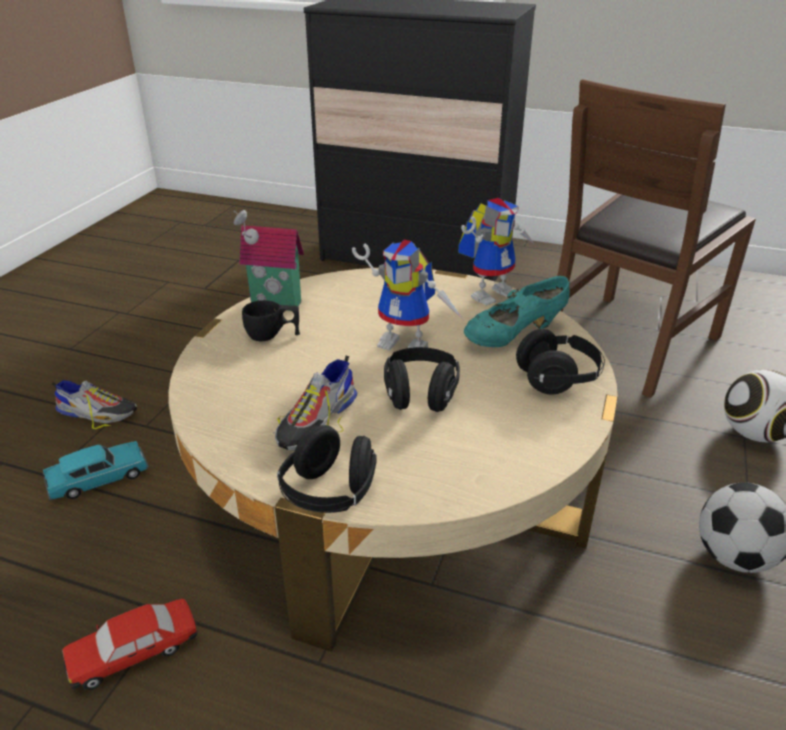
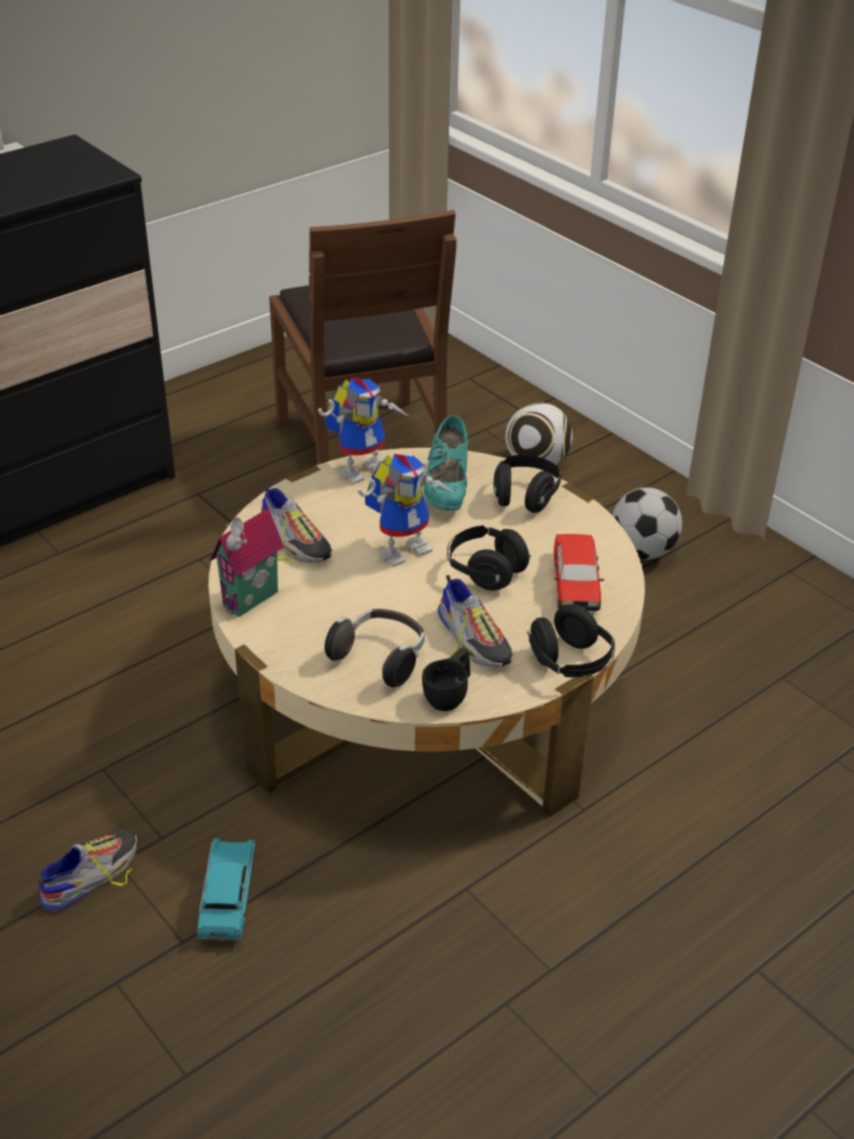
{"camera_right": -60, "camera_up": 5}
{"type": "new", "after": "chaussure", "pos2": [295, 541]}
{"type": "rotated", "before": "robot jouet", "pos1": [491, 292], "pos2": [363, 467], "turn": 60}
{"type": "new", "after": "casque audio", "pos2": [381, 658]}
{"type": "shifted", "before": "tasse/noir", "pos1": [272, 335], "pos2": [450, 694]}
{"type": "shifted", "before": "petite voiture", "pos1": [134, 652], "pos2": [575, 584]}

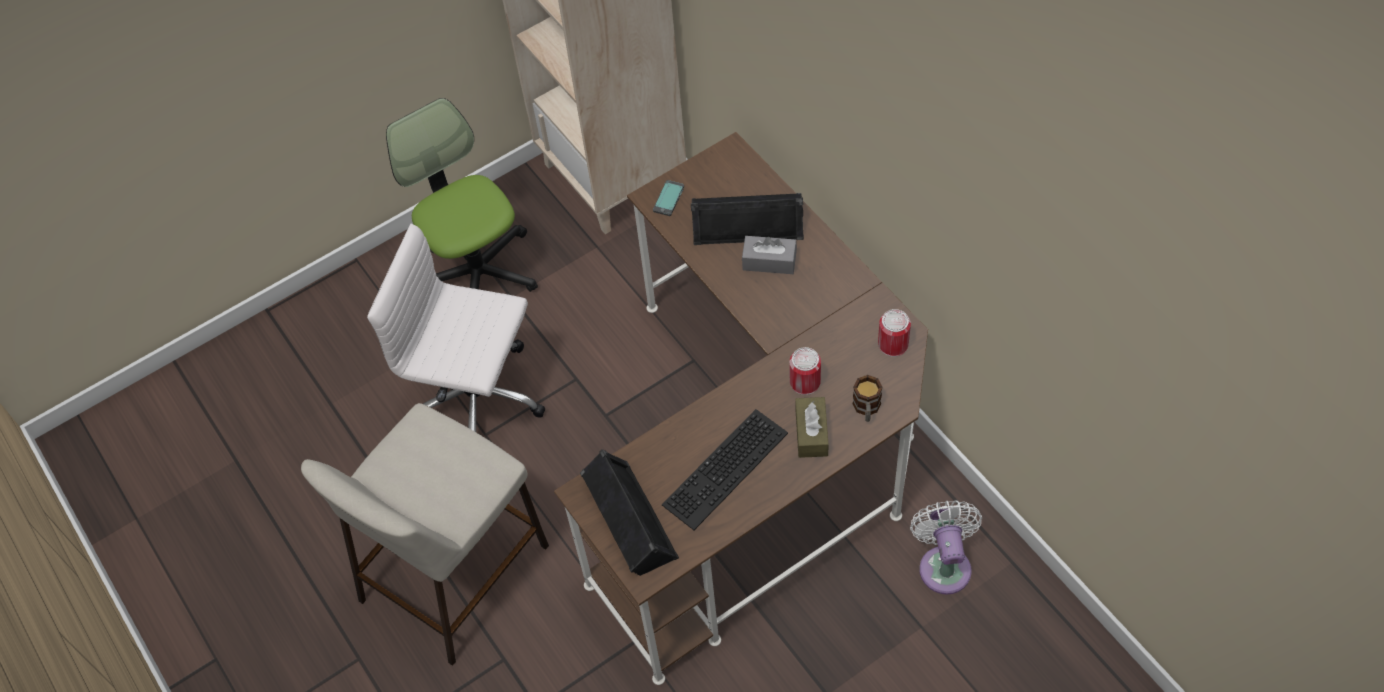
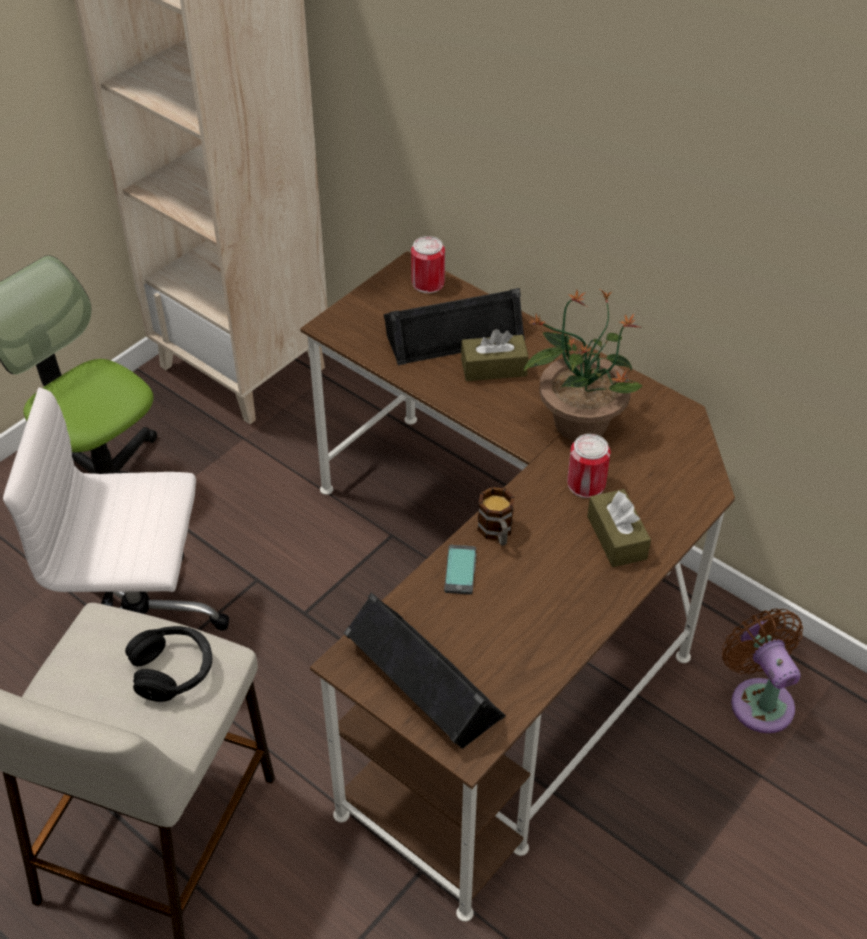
{"camera_right": -20, "camera_up": -10}
{"type": "new", "after": "casque audio/noir", "pos2": [173, 670]}
{"type": "shifted", "before": "boîte métallique", "pos1": [893, 344], "pos2": [428, 283]}
{"type": "shifted", "before": "téléphone", "pos1": [669, 199], "pos2": [460, 570]}
{"type": "repainted", "before": "boîte à mouchoirs/gris", "after": "boîte à mouchoirs/marron", "pos1": [769, 261], "pos2": [494, 368]}
{"type": "shifted", "before": "mug", "pos1": [866, 409], "pos2": [497, 533]}
{"type": "new", "after": "plante en pot", "pos2": [579, 421]}
{"type": "repainted", "before": "ventilateur/blanc", "after": "ventilateur/marron", "pos1": [944, 564], "pos2": [758, 699]}
{"type": "gone", "before": "clavier", "pos1": [726, 471]}

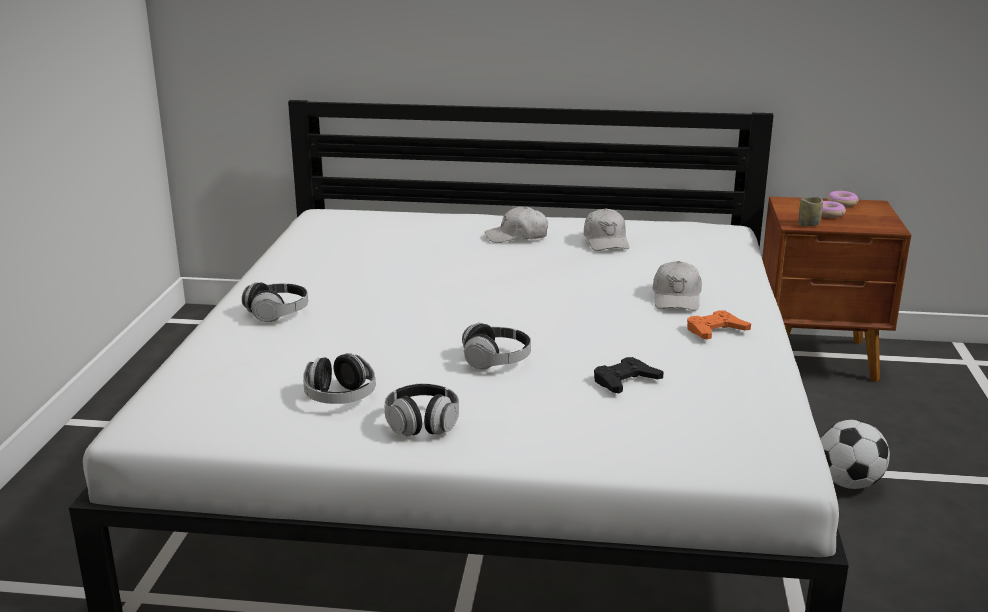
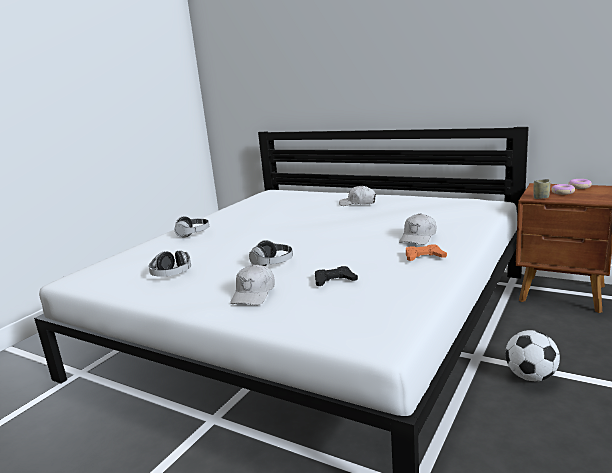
{"camera_right": 25, "camera_up": -5}
{"type": "shifted", "before": "casquette/blanc", "pos1": [606, 241], "pos2": [254, 294]}
{"type": "gone", "before": "casque audio", "pos1": [422, 424]}

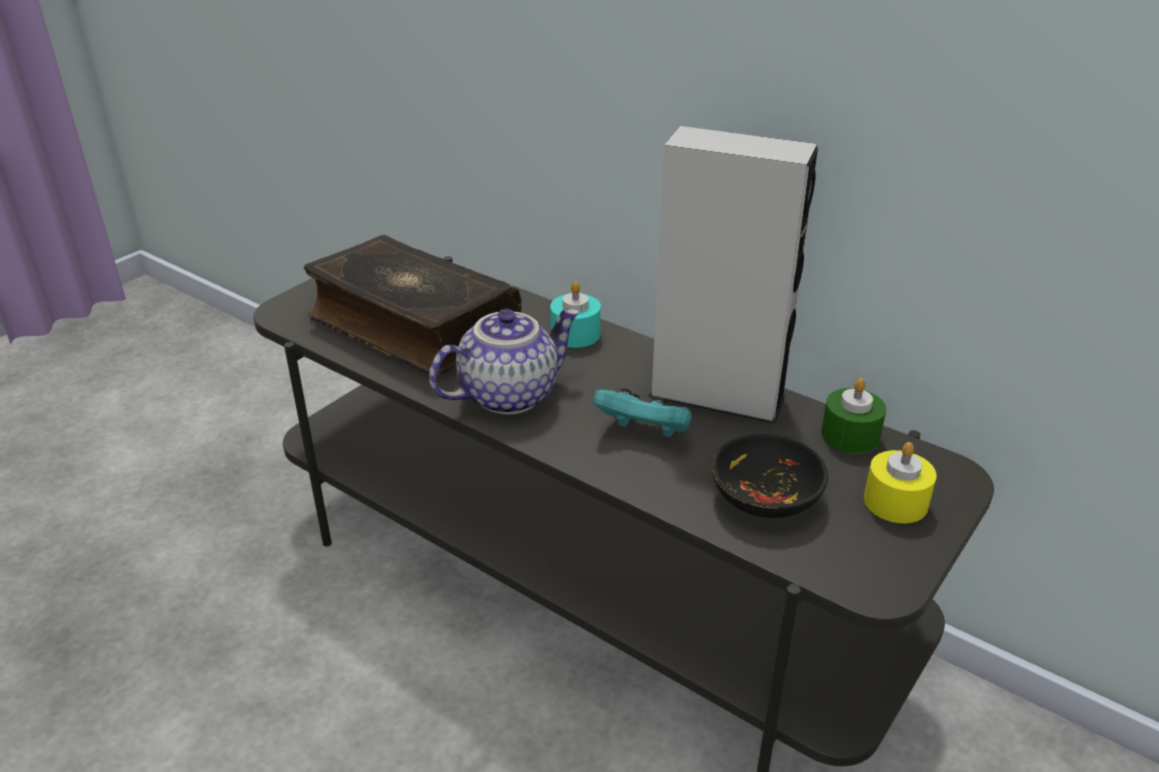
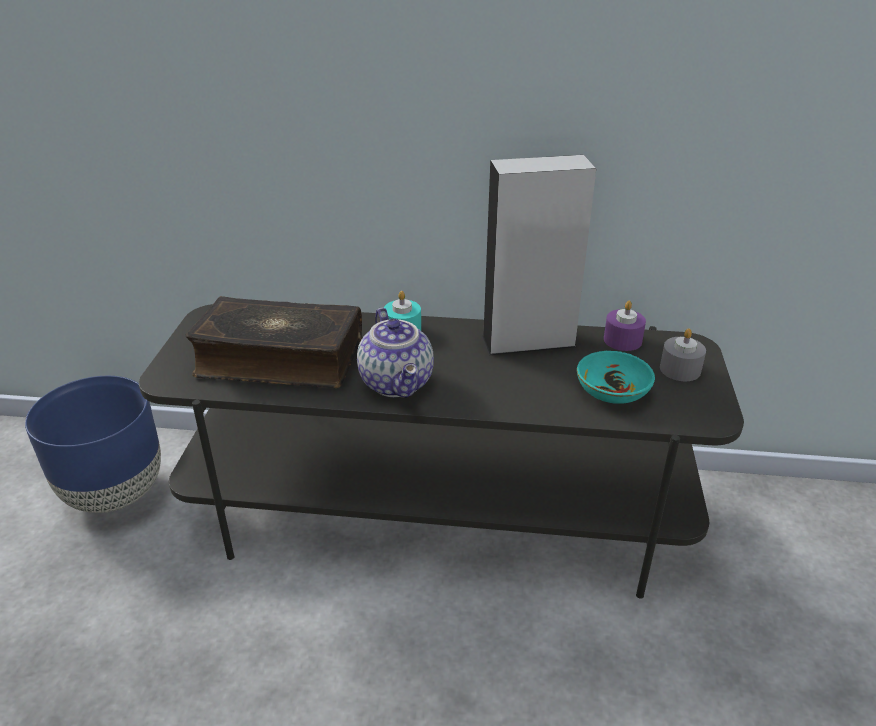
{"camera_right": -30, "camera_up": 0}
{"type": "new", "after": "cache-pot/bleu", "pos2": [114, 493]}
{"type": "rotated", "before": "théière", "pos1": [508, 394], "pos2": [398, 383], "turn": 135}
{"type": "repainted", "before": "bol/noir", "after": "bol/turquoise", "pos1": [764, 495], "pos2": [611, 391]}
{"type": "repainted", "before": "bougie/vert", "after": "bougie/violet", "pos1": [850, 435], "pos2": [622, 340]}
{"type": "repainted", "before": "bougie/jaune", "after": "bougie/gris", "pos1": [895, 502], "pos2": [680, 369]}
{"type": "gone", "before": "manette/turquoise", "pos1": [644, 433]}

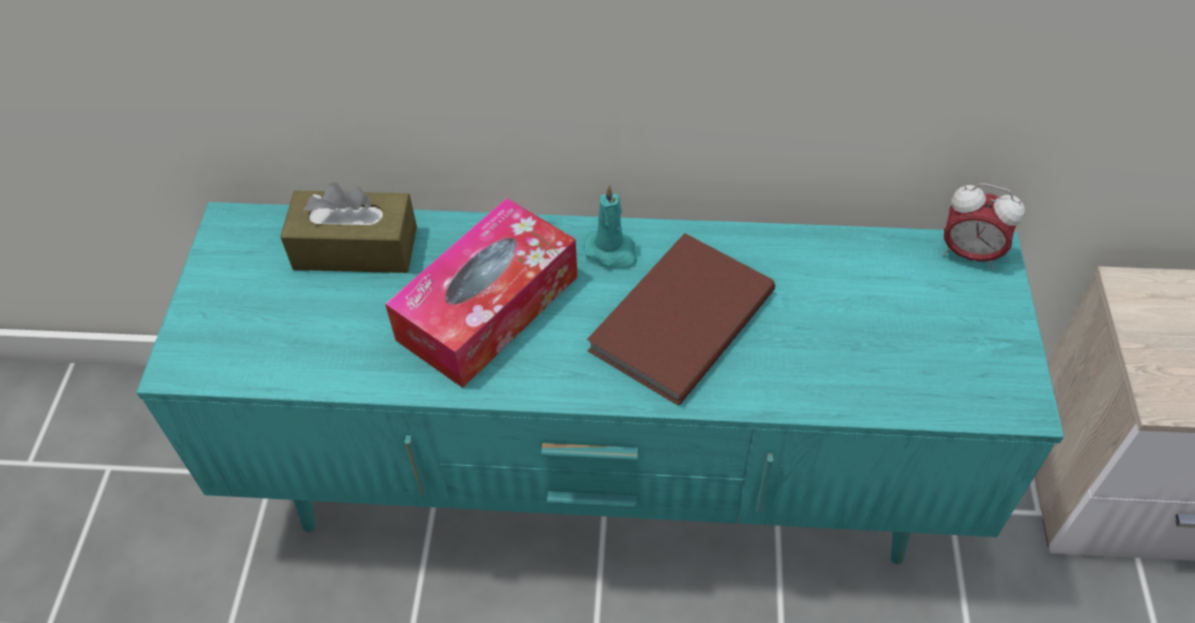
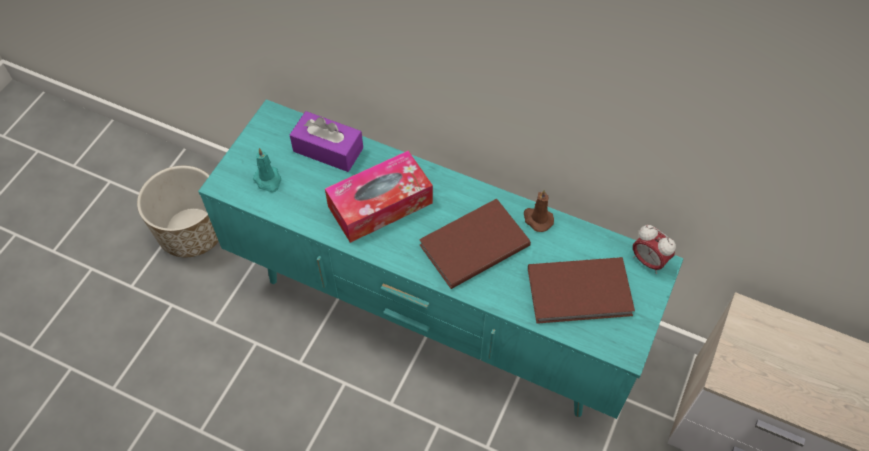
{"camera_right": 20, "camera_up": 5}
{"type": "new", "after": "cache-pot", "pos2": [192, 232]}
{"type": "shifted", "before": "bougie/turquoise", "pos1": [612, 251], "pos2": [268, 180]}
{"type": "repainted", "before": "boîte à mouchoirs/marron", "after": "boîte à mouchoirs/violet", "pos1": [355, 248], "pos2": [328, 149]}
{"type": "new", "after": "bougie/marron", "pos2": [537, 219]}
{"type": "new", "after": "livre/marron", "pos2": [581, 294]}

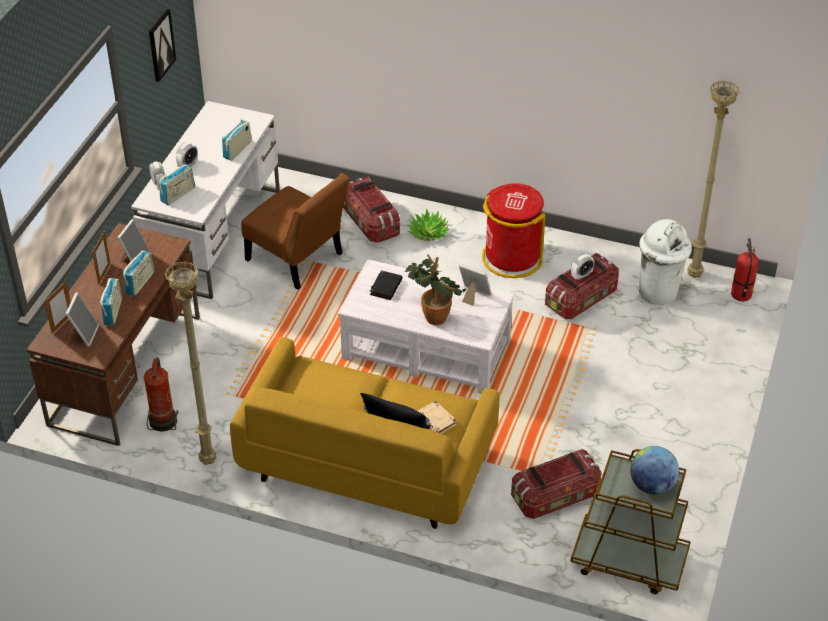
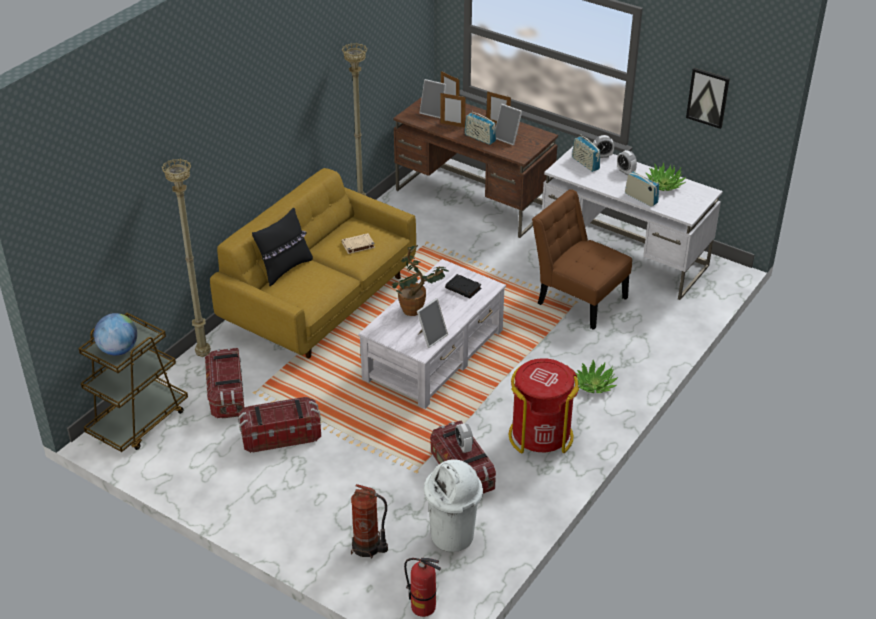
{"camera_right": 105, "camera_up": -5}
{"type": "shifted", "before": "lampadaire/beige", "pos1": [693, 275], "pos2": [204, 354]}
{"type": "shifted", "before": "boîte de rangement", "pos1": [370, 222], "pos2": [281, 436]}
{"type": "shifted", "before": "livre/beige", "pos1": [436, 420], "pos2": [358, 245]}
{"type": "shifted", "before": "extincteur", "pos1": [164, 420], "pos2": [368, 547]}
{"type": "swapped", "before": "radio", "after": "cadre photo", "pos1": [113, 311], "pos2": [452, 125]}
{"type": "rotated", "before": "chaise/marron", "pos1": [298, 259], "pos2": [578, 298], "turn": 75}
{"type": "new", "after": "plante en pot", "pos2": [664, 185]}

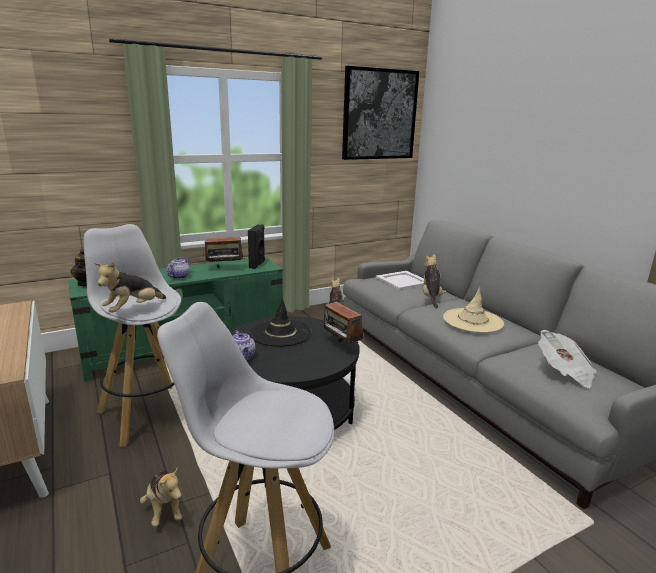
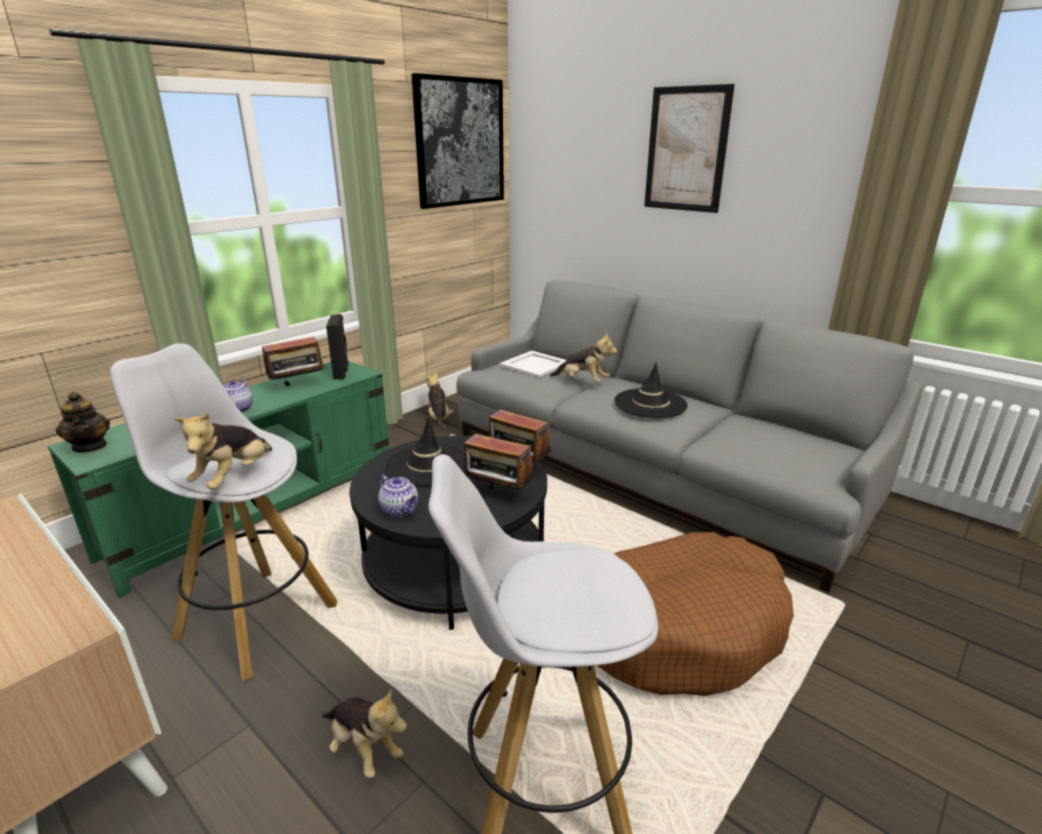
{"camera_right": -20, "camera_up": 5}
{"type": "new", "after": "radio", "pos2": [498, 494]}
{"type": "rotated", "before": "peluche", "pos1": [431, 297], "pos2": [582, 381], "turn": 135}
{"type": "new", "after": "panier pour chien/marron", "pos2": [676, 627]}
{"type": "repainted", "before": "chapeau/beige", "after": "chapeau/noir", "pos1": [472, 321], "pos2": [650, 403]}
{"type": "new", "after": "tableau", "pos2": [686, 150]}
{"type": "gone", "before": "journal", "pos1": [564, 372]}

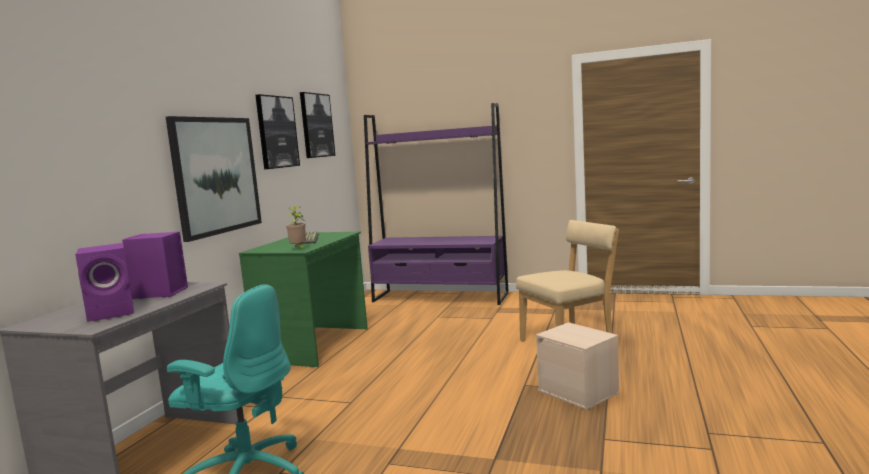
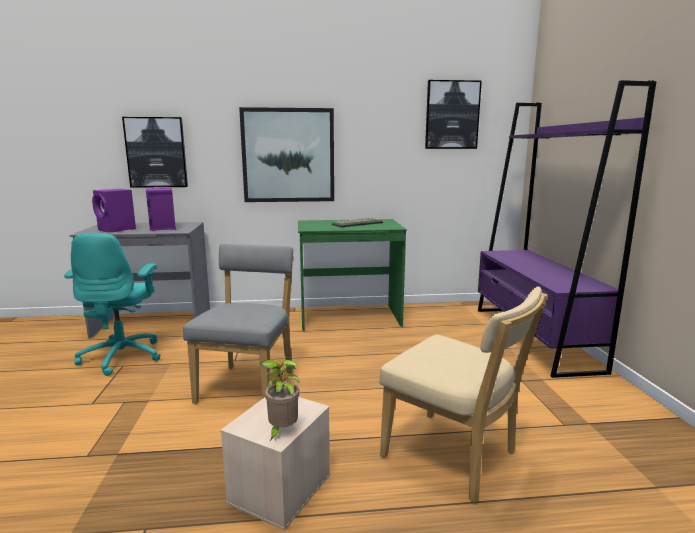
{"camera_right": 65, "camera_up": 5}
{"type": "shifted", "before": "tableau", "pos1": [276, 132], "pos2": [156, 152]}
{"type": "new", "after": "chaise/gris", "pos2": [249, 384]}
{"type": "shifted", "before": "plante en pot", "pos1": [298, 249], "pos2": [281, 431]}

